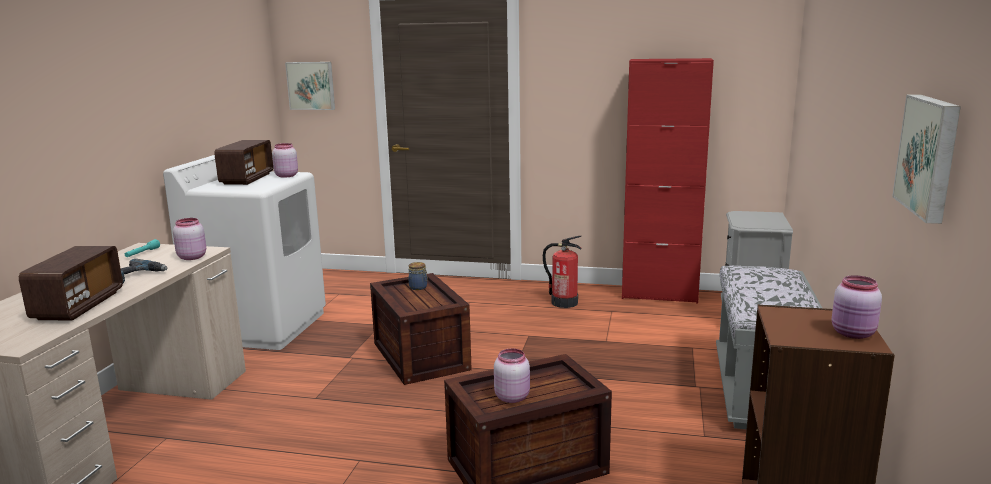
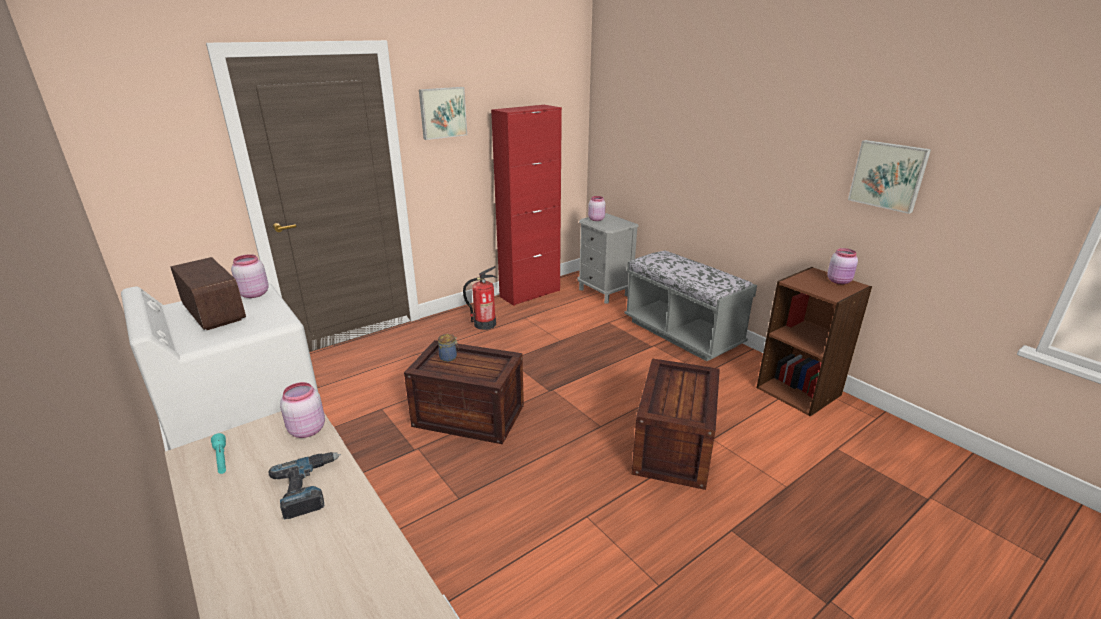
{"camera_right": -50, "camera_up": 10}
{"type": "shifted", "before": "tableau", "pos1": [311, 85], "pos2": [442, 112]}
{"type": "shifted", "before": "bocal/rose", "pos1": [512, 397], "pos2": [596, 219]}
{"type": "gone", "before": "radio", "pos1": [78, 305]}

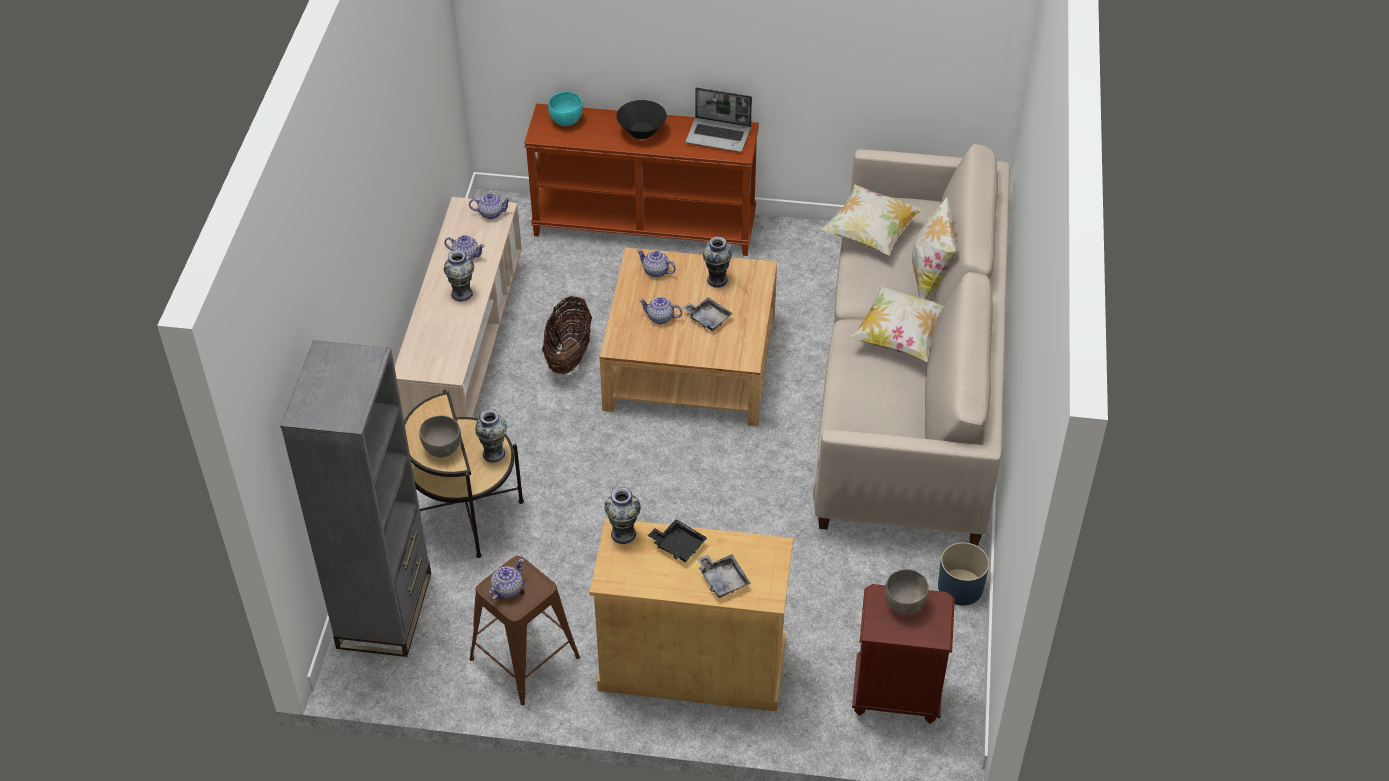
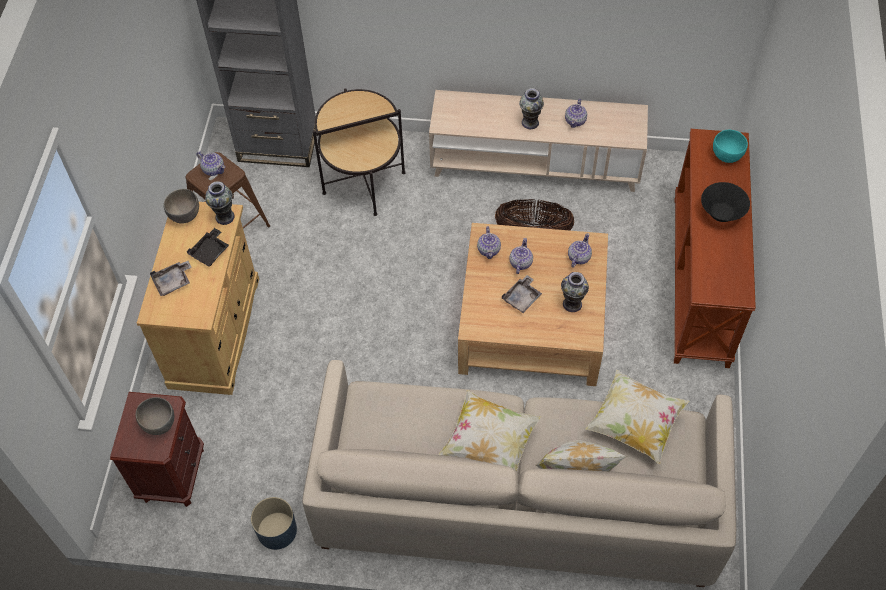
{"camera_right": 90, "camera_up": 10}
{"type": "shifted", "before": "bol/gris", "pos1": [442, 448], "pos2": [185, 215]}
{"type": "shifted", "before": "théière", "pos1": [491, 213], "pos2": [489, 249]}
{"type": "gone", "before": "vase", "pos1": [493, 453]}
{"type": "gone", "before": "ordinateur portable", "pos1": [719, 136]}

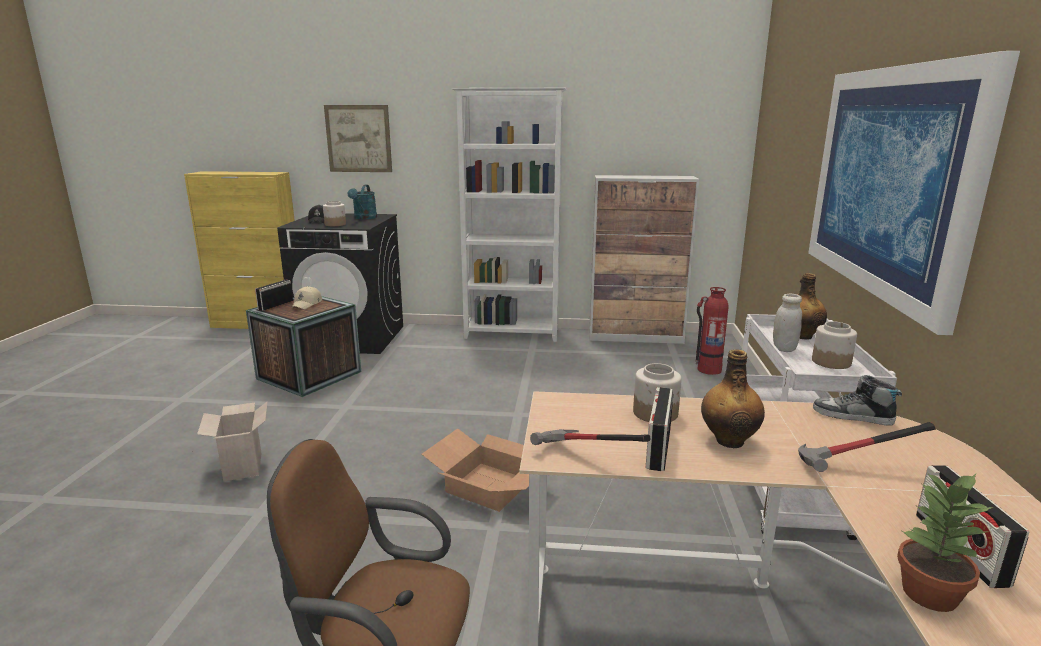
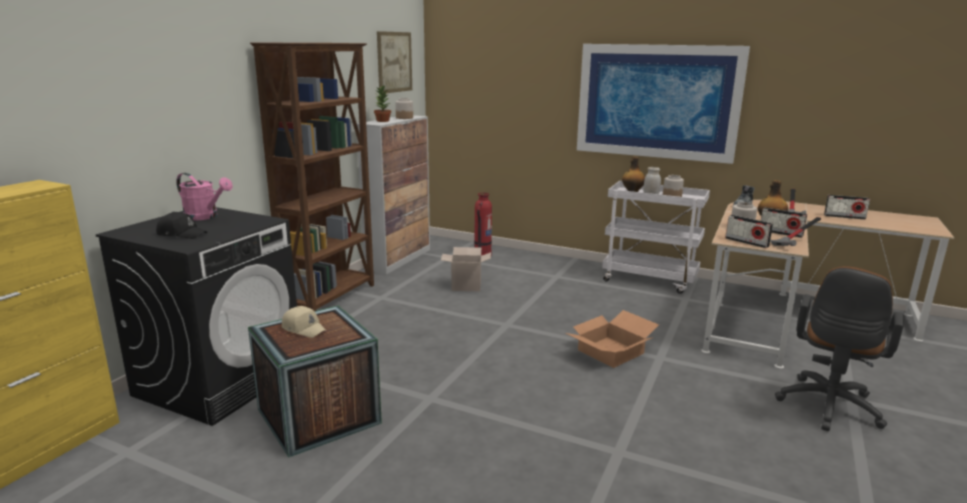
{"camera_right": -70, "camera_up": 0}
{"type": "repainted", "before": "arrosoir/turquoise", "after": "arrosoir/rose", "pos1": [364, 218], "pos2": [205, 217]}
{"type": "repainted", "before": "bibliothèque/blanc", "after": "bibliothèque/marron", "pos1": [512, 334], "pos2": [331, 298]}
{"type": "shifted", "before": "plante en pot", "pos1": [927, 594], "pos2": [382, 121]}
{"type": "shifted", "before": "tableau", "pos1": [358, 139], "pos2": [394, 62]}
{"type": "shifted", "before": "bocal", "pos1": [335, 224], "pos2": [404, 118]}
{"type": "shifted", "before": "carton", "pos1": [241, 466], "pos2": [465, 287]}
{"type": "shifted", "before": "radio", "pos1": [275, 305], "pos2": [746, 242]}

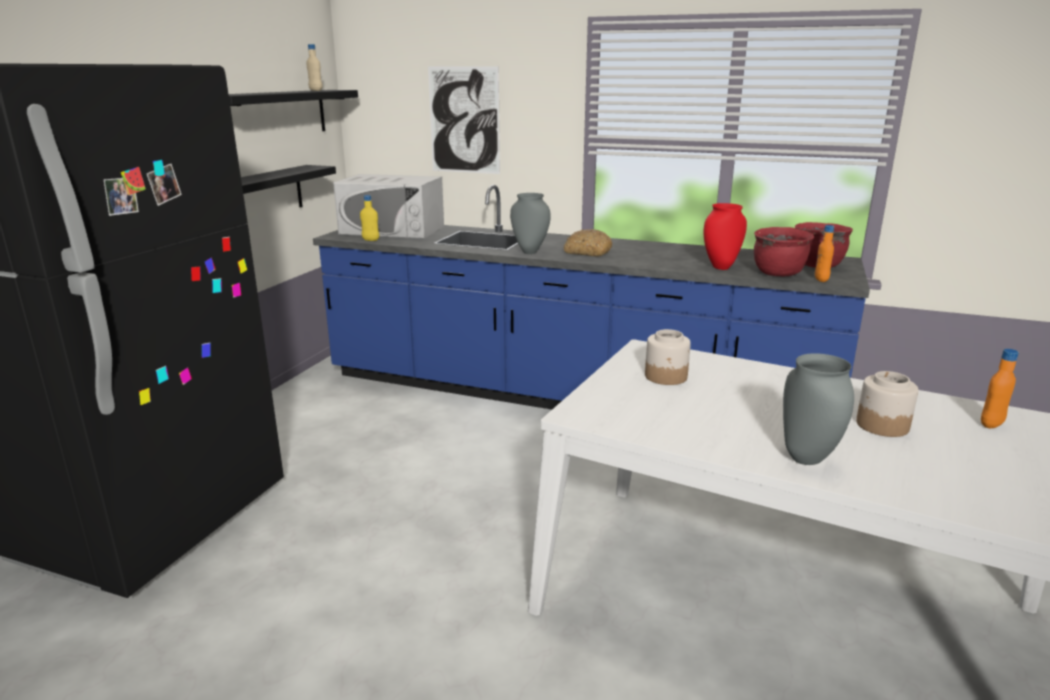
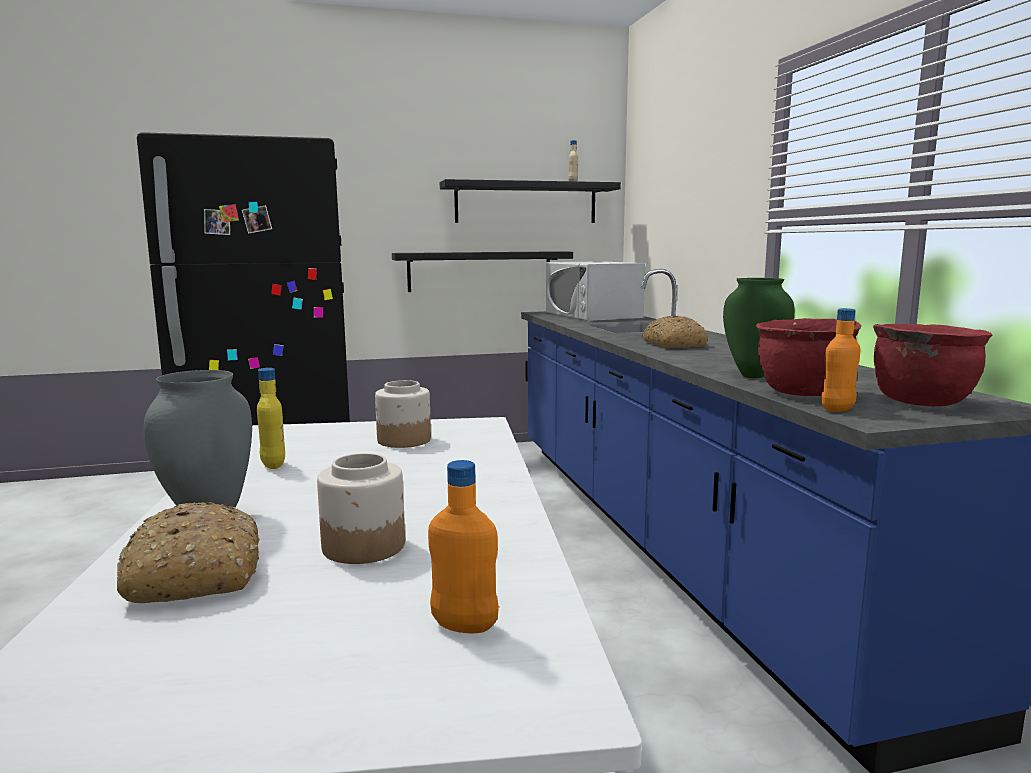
{"camera_right": 55, "camera_up": -10}
{"type": "new", "after": "pain", "pos2": [193, 574]}
{"type": "shifted", "before": "bouteille/jaune", "pos1": [370, 240], "pos2": [273, 465]}
{"type": "repainted", "before": "vase/rouge", "after": "vase/vert", "pos1": [721, 268], "pos2": [753, 376]}
{"type": "gone", "before": "tableau", "pos1": [464, 120]}
{"type": "gone", "before": "vase/gris", "pos1": [529, 252]}

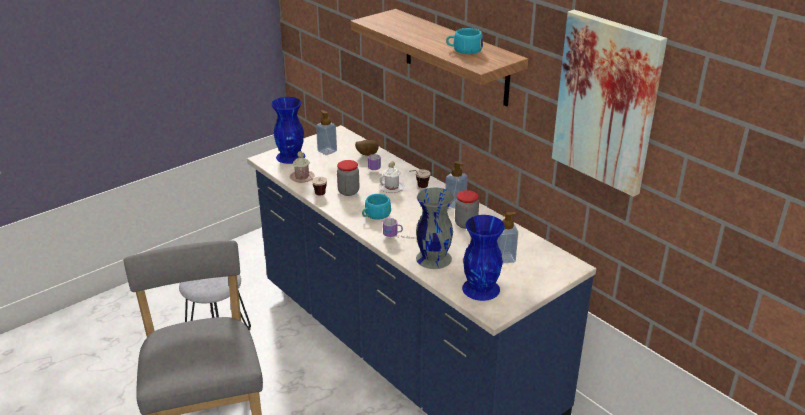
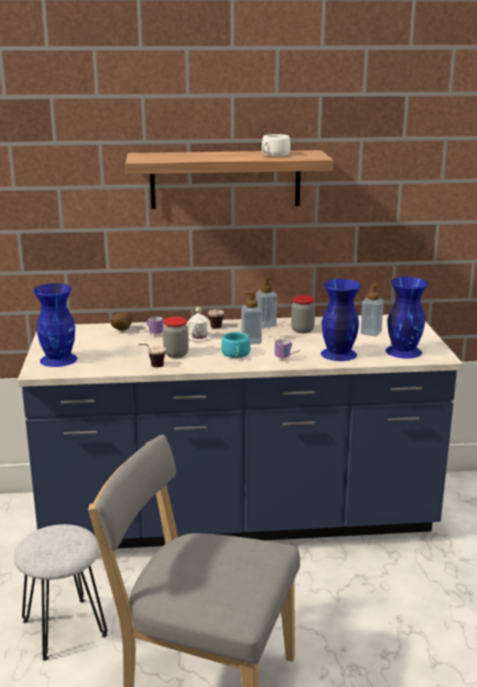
{"camera_right": -55, "camera_up": -10}
{"type": "shifted", "before": "distributeur de savon", "pos1": [327, 151], "pos2": [251, 341]}
{"type": "repainted", "before": "tasse/turquoise", "after": "tasse/blanc", "pos1": [464, 50], "pos2": [273, 155]}
{"type": "repainted", "before": "vase/gris", "after": "vase/bleu", "pos1": [433, 258], "pos2": [338, 354]}
{"type": "gone", "before": "mug/rose", "pos1": [302, 177]}
{"type": "gone", "before": "tableau", "pos1": [607, 102]}

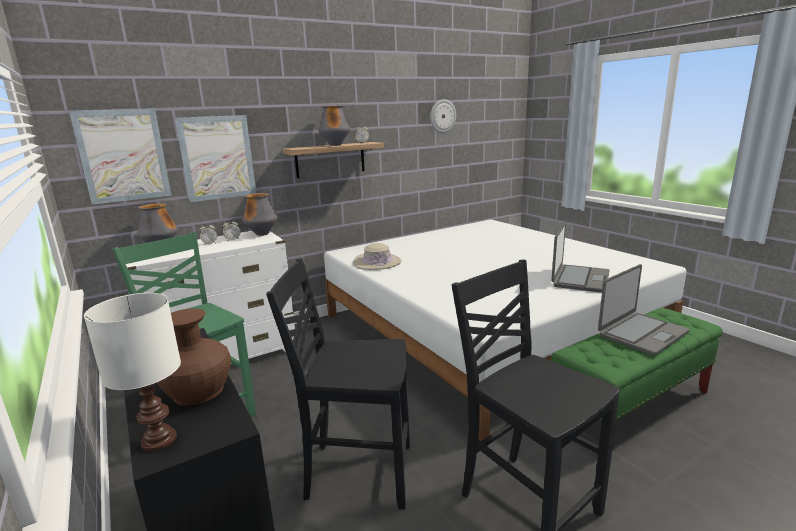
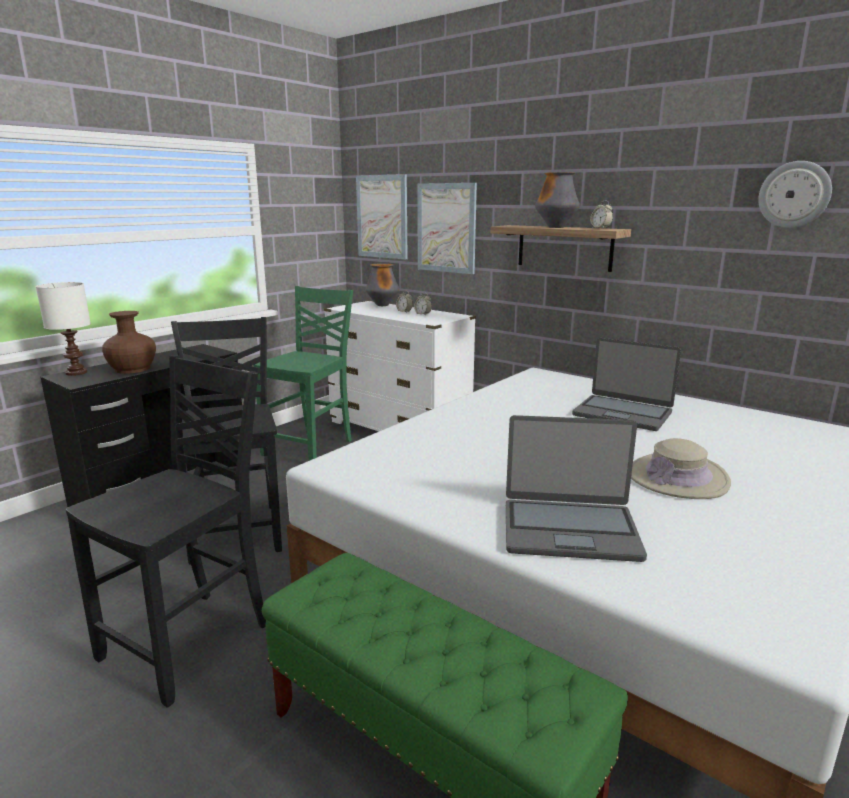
{"camera_right": 70, "camera_up": 0}
{"type": "shifted", "before": "ordinateur portable", "pos1": [641, 334], "pos2": [622, 413]}
{"type": "shifted", "before": "chapeau/beige", "pos1": [377, 262], "pos2": [677, 477]}
{"type": "gone", "before": "vase", "pos1": [262, 234]}

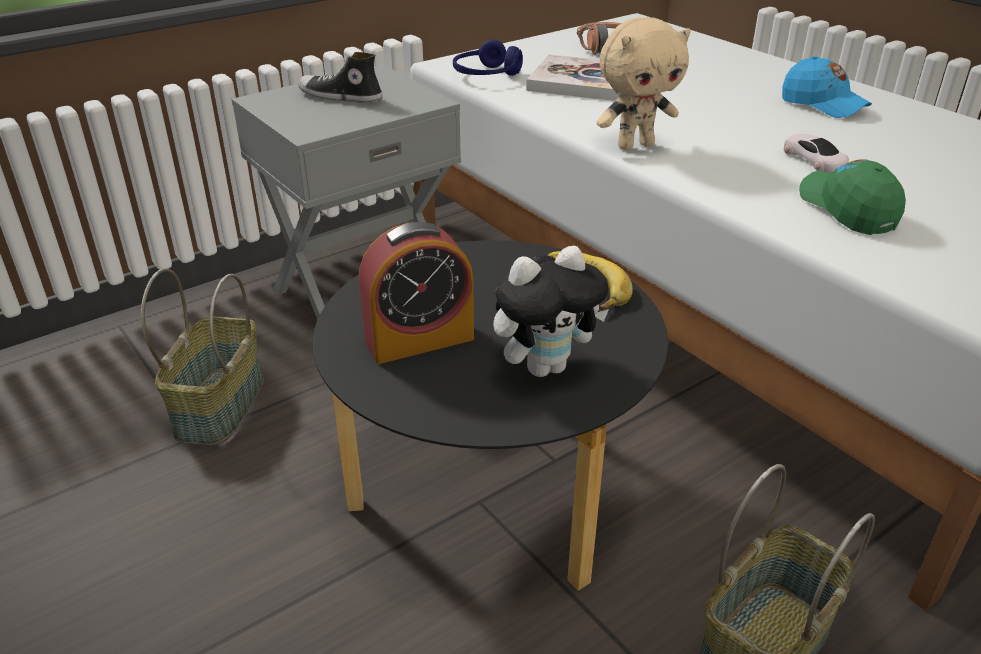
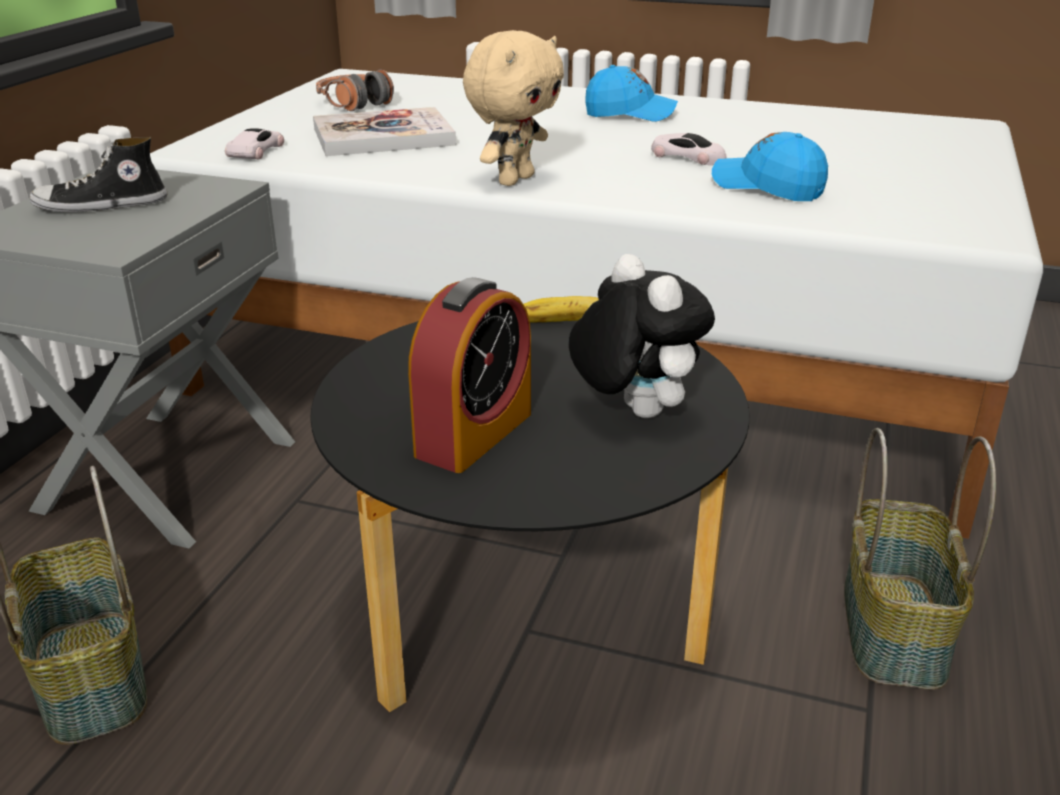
{"camera_right": -35, "camera_up": -5}
{"type": "swapped", "before": "casque audio/bleu", "after": "petite voiture/blanc", "pos1": [486, 75], "pos2": [256, 151]}
{"type": "rotated", "before": "peluche", "pos1": [546, 366], "pos2": [632, 411], "turn": -60}
{"type": "repainted", "before": "casquette/vert", "after": "casquette/bleu", "pos1": [848, 209], "pos2": [768, 187]}

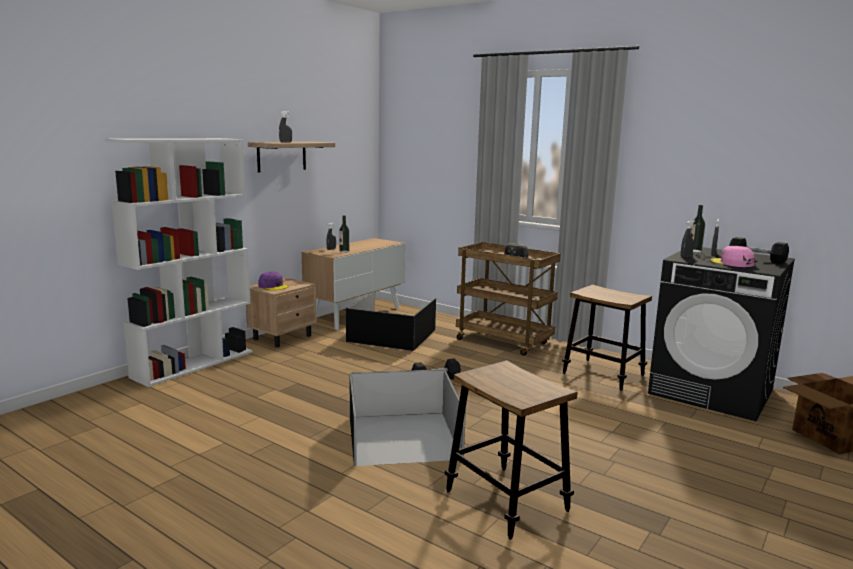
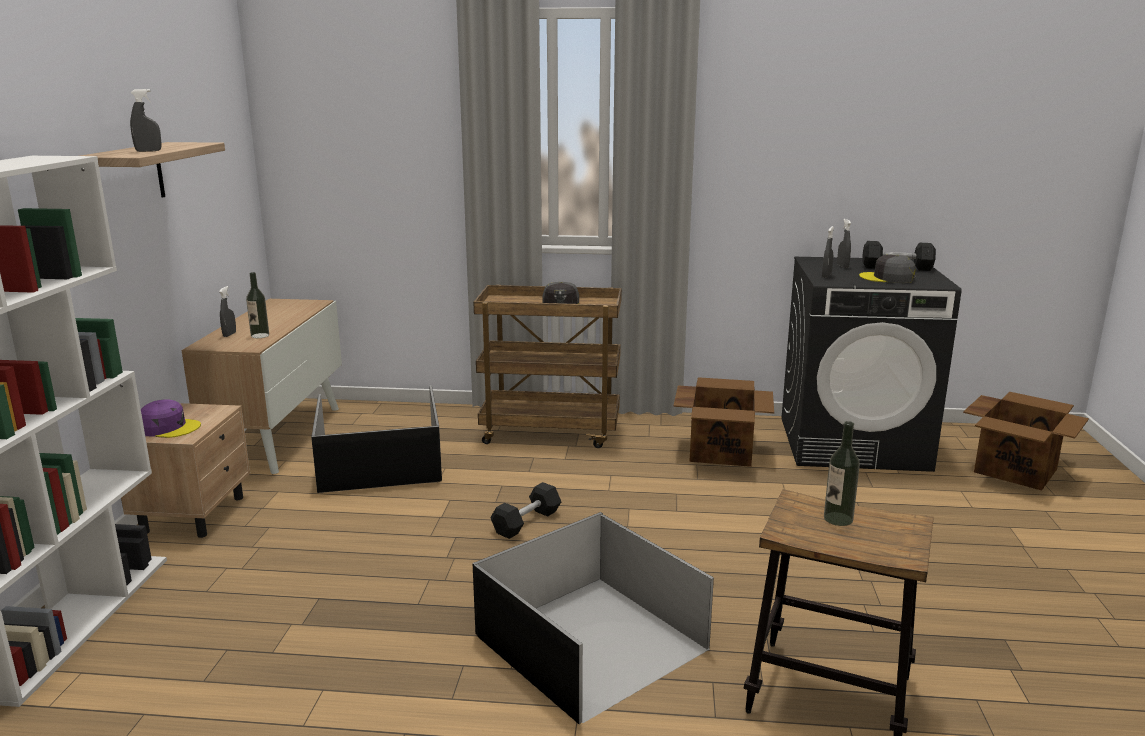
{"camera_right": -30, "camera_up": 5}
{"type": "swapped", "before": "tabouret", "after": "carton", "pos1": [603, 374], "pos2": [721, 451]}
{"type": "shifted", "before": "bouteille", "pos1": [695, 251], "pos2": [838, 519]}
{"type": "repainted", "before": "casquette/rose", "after": "casquette/gris", "pos1": [732, 263], "pos2": [887, 278]}

